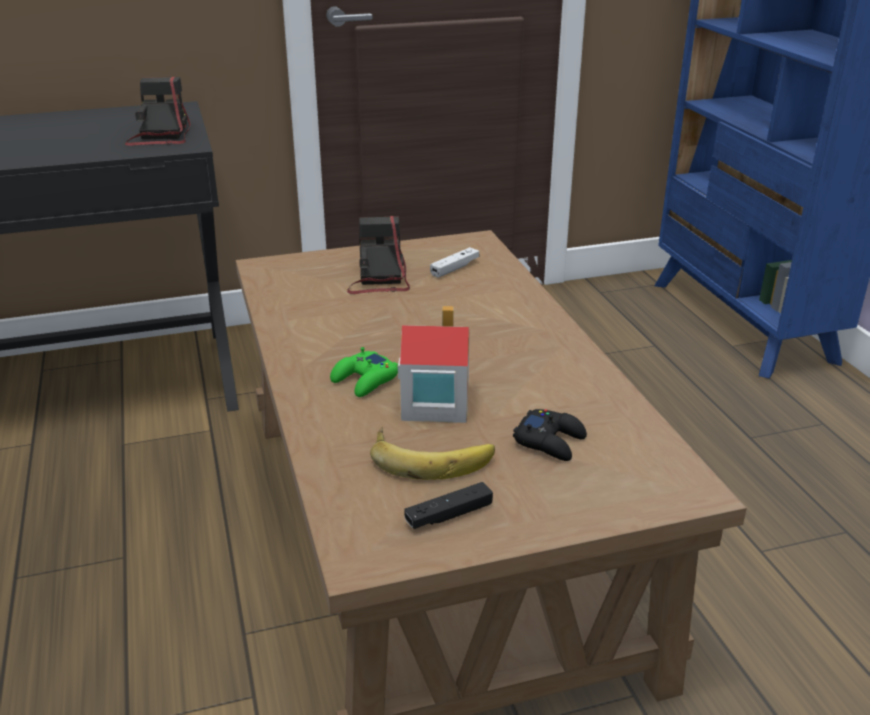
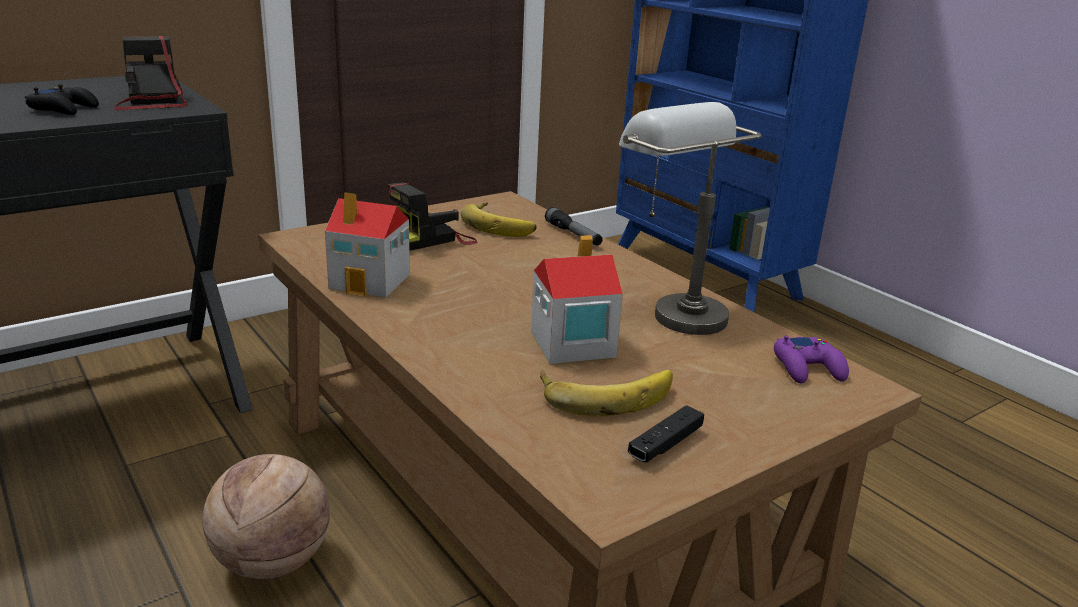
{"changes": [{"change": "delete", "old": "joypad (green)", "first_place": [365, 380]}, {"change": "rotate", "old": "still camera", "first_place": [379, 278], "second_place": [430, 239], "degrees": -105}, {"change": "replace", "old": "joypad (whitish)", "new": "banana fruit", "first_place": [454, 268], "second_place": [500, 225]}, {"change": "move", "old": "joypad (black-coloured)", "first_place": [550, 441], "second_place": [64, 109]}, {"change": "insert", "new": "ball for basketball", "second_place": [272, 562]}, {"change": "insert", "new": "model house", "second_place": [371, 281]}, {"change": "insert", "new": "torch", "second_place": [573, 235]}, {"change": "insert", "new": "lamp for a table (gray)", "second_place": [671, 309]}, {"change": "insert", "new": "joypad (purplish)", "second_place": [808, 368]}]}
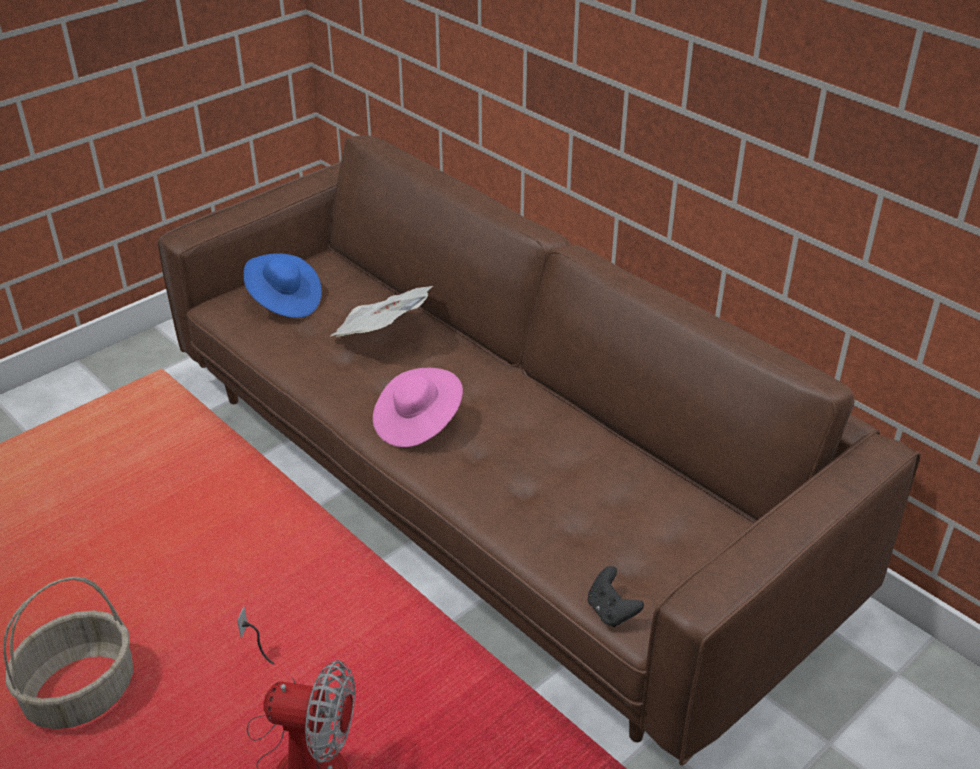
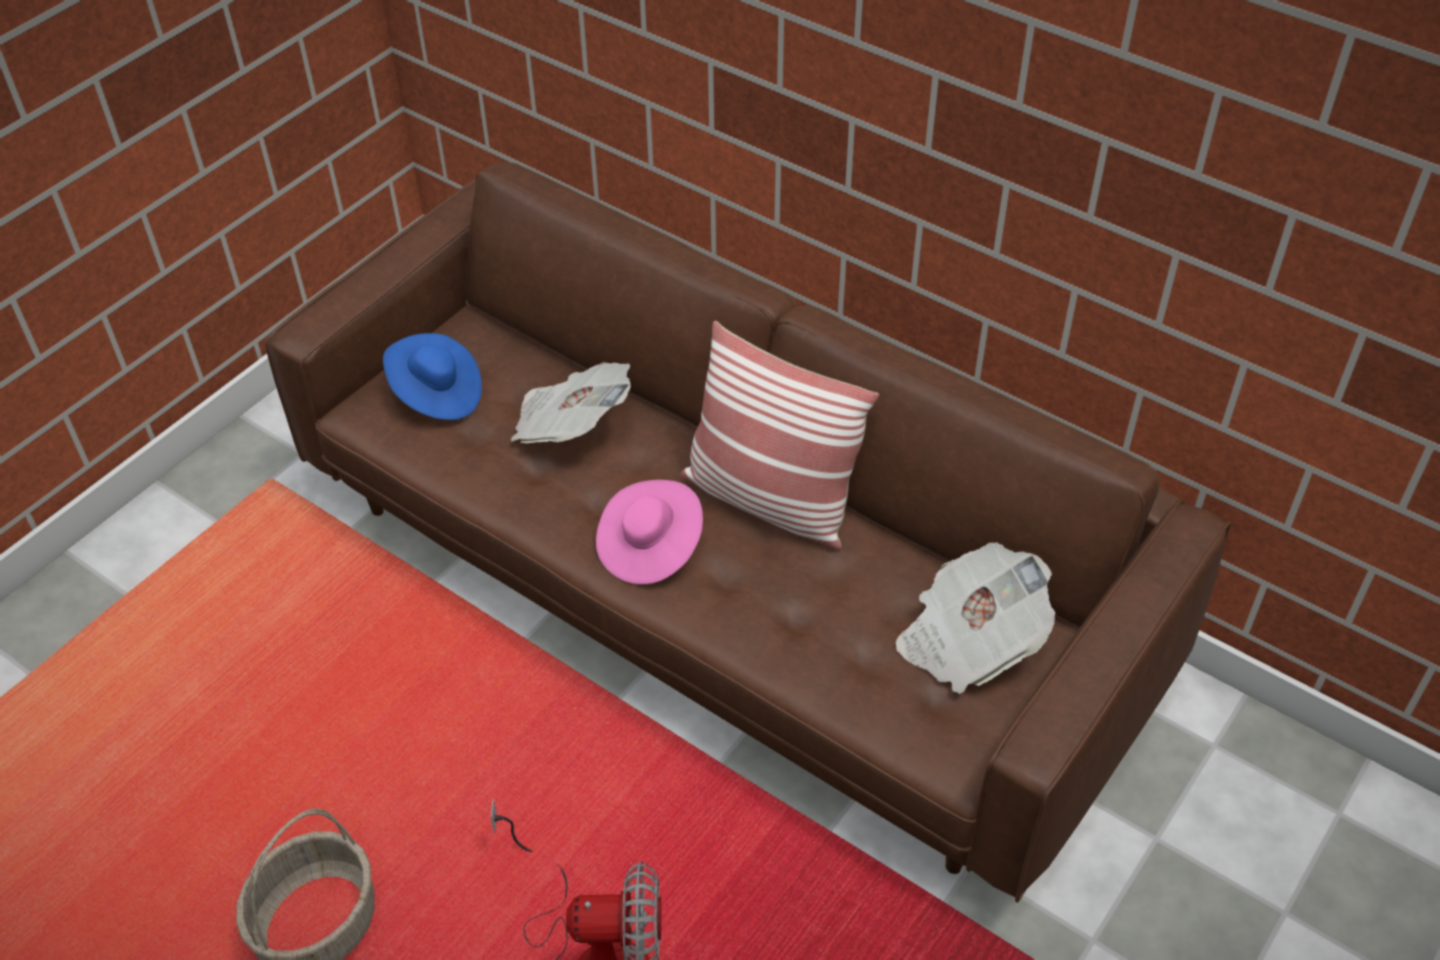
{"changes": [{"change": "delete", "old": "joypad (black-coloured)", "first_place": [611, 611]}, {"change": "insert", "new": "cushion", "second_place": [770, 499]}, {"change": "insert", "new": "printed paper", "second_place": [969, 640]}]}
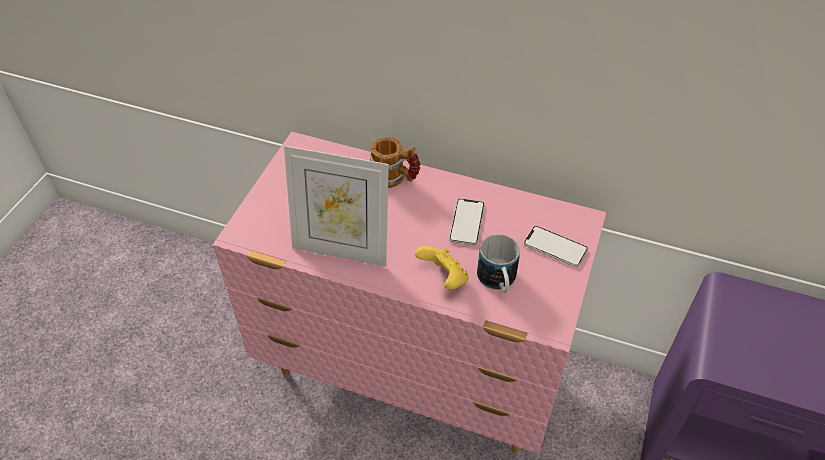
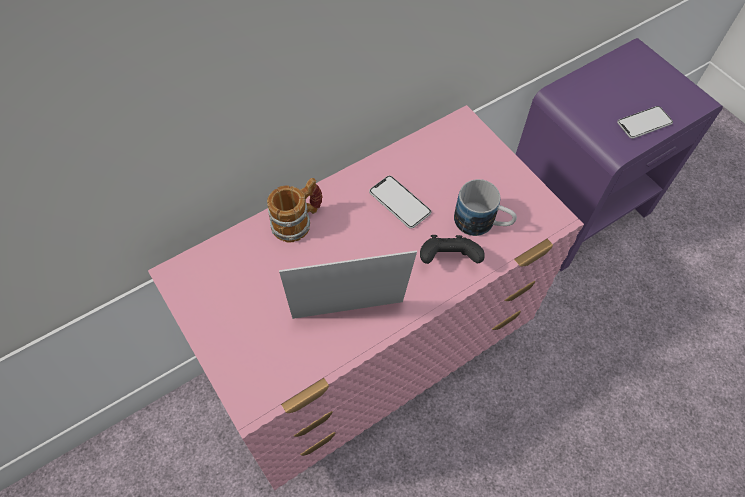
{"changes": [{"change": "rotate", "old": "picture frame", "first_place": [341, 249], "second_place": [349, 320], "degrees": -150}, {"change": "recolor", "old": "joypad (yellow)", "new": "joypad (black-coloured)", "first_place": [444, 278], "second_place": [448, 259]}, {"change": "move", "old": "handset", "first_place": [555, 247], "second_place": [644, 123]}]}
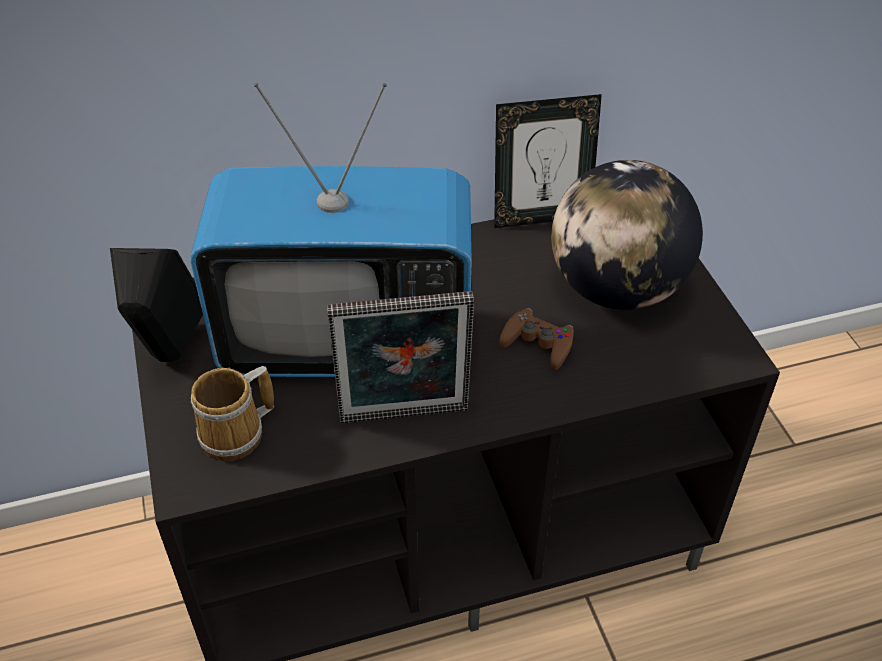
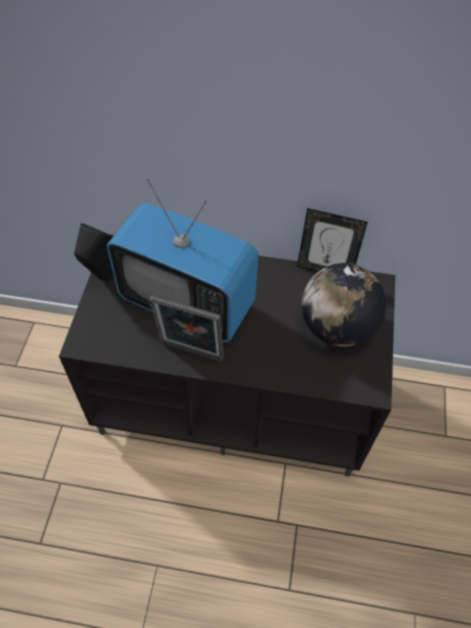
{"changes": [{"change": "delete", "old": "tea mug", "first_place": [236, 434]}, {"change": "delete", "old": "joypad (brown)", "first_place": [537, 343]}]}
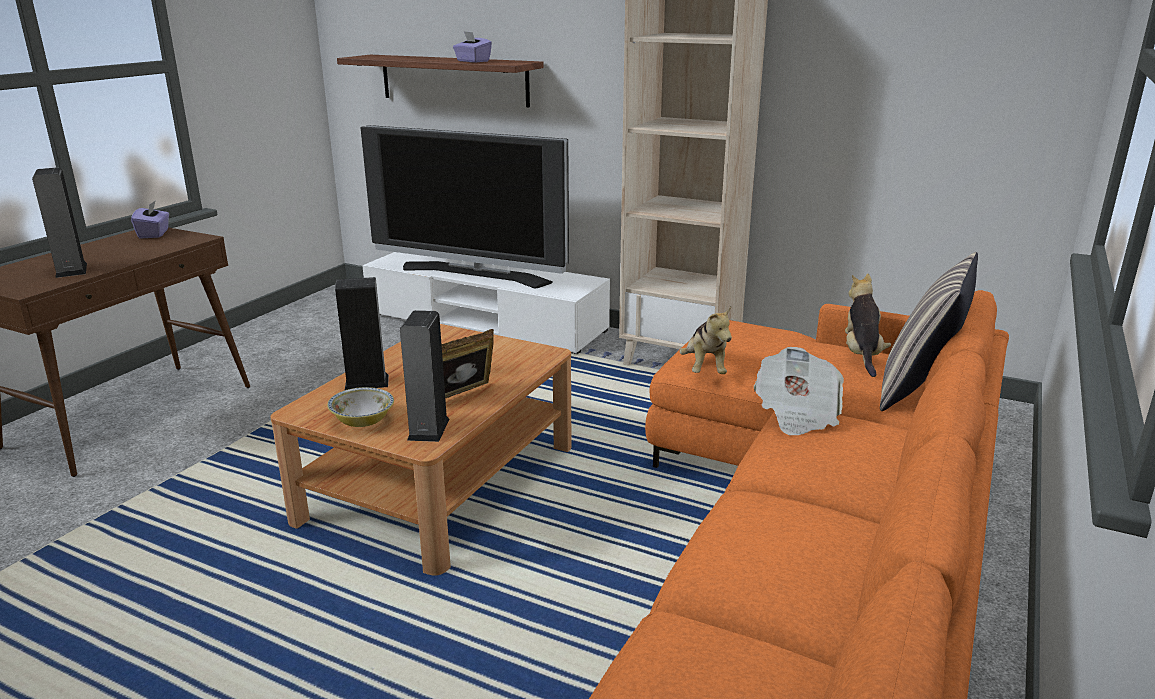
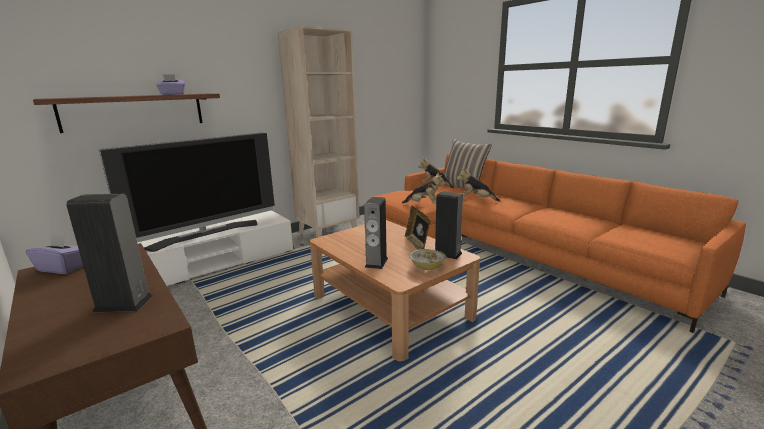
{"changes": [{"change": "replace", "old": "printed paper", "new": "plush toy", "first_place": [796, 414], "second_place": [476, 200]}]}
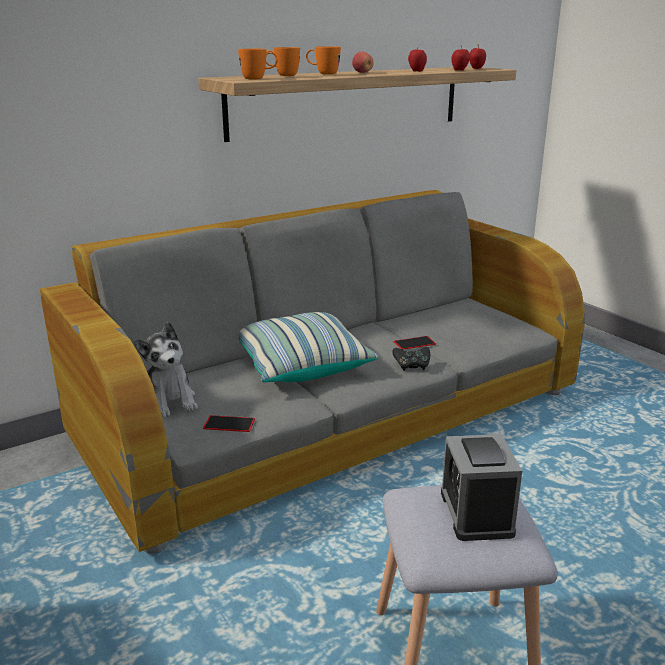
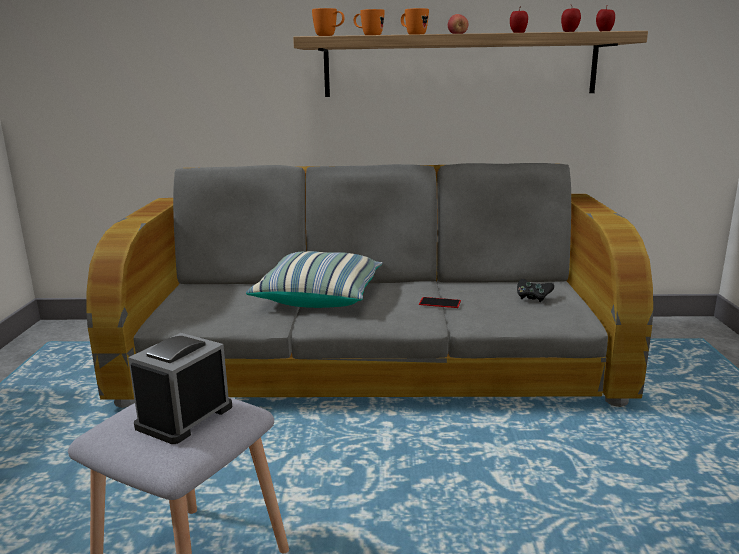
{"changes": [{"change": "delete", "old": "plush toy", "first_place": [168, 401]}, {"change": "delete", "old": "handset", "first_place": [229, 424]}, {"change": "move", "old": "joypad (black-coloured)", "first_place": [411, 366], "second_place": [533, 298]}]}
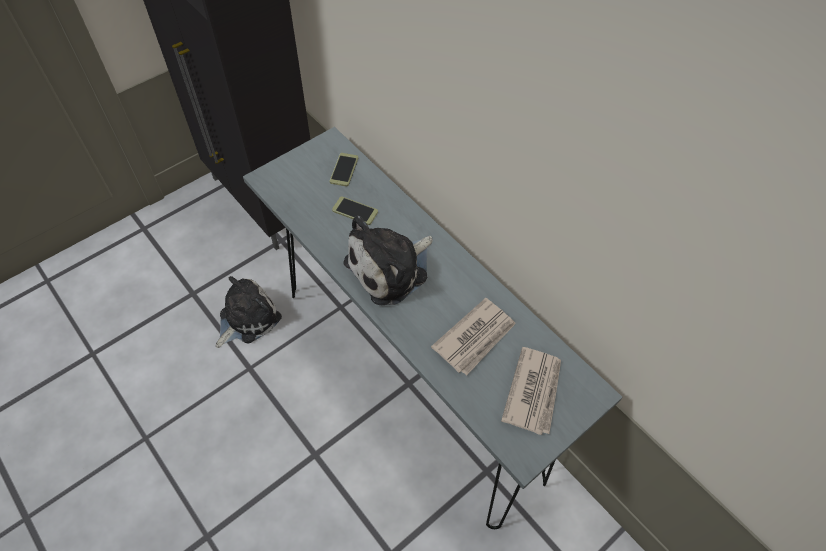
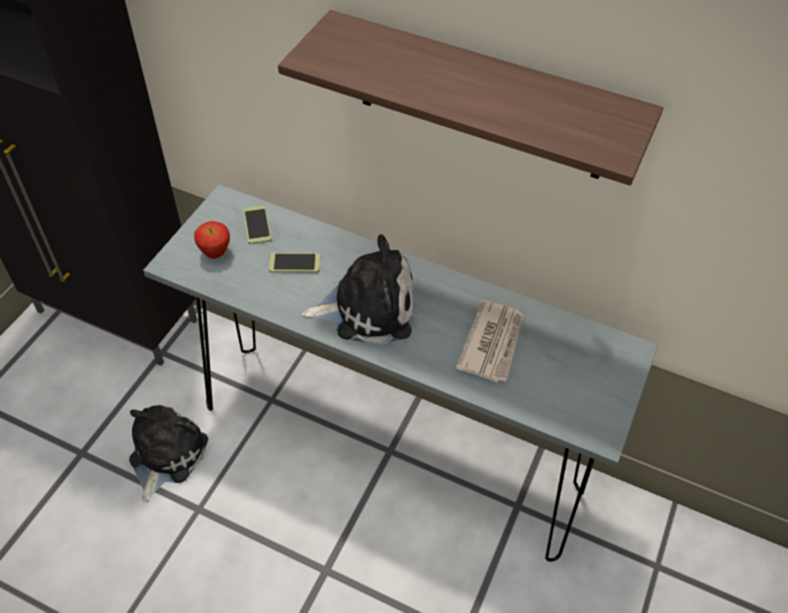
{"changes": [{"change": "rotate", "old": "plush toy", "first_place": [391, 268], "second_place": [367, 307], "degrees": -120}, {"change": "delete", "old": "printed paper", "first_place": [534, 391]}, {"change": "insert", "new": "whole apple", "second_place": [215, 254]}, {"change": "insert", "new": "wall shelf", "second_place": [482, 98]}]}
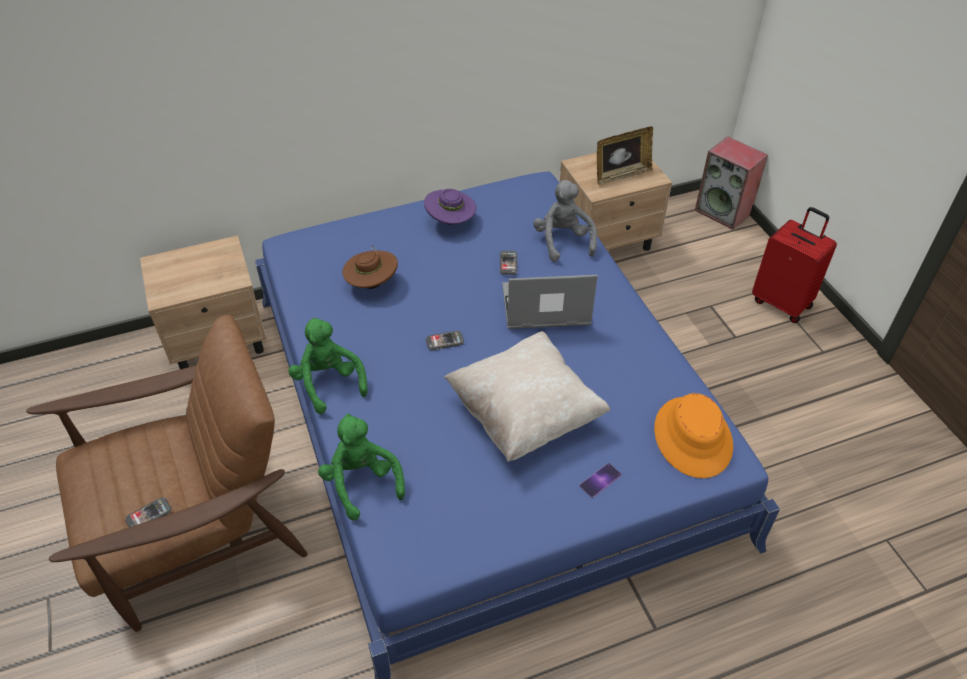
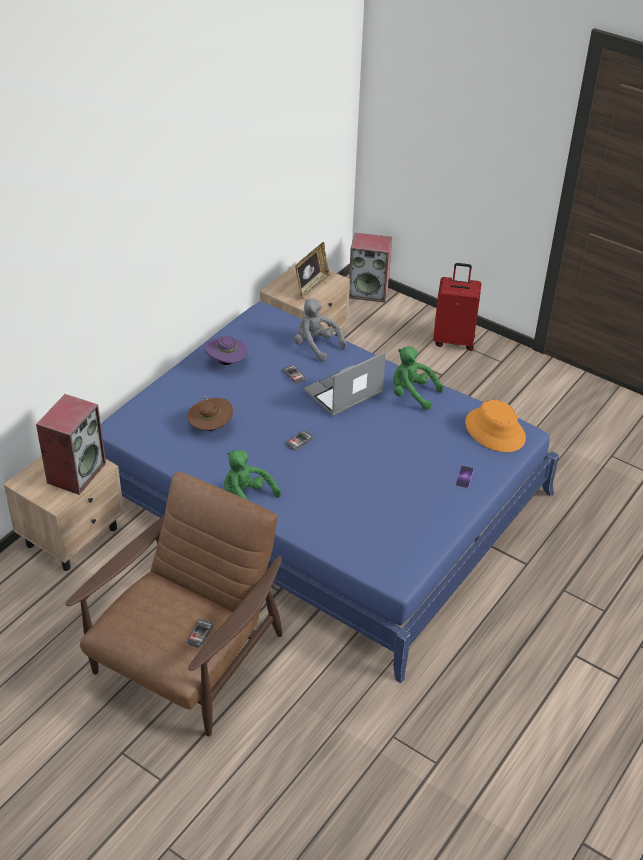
{"changes": [{"change": "move", "old": "plush toy (green)", "first_place": [362, 482], "second_place": [412, 394]}, {"change": "delete", "old": "cushion (beige-coloured)", "first_place": [525, 414]}, {"change": "insert", "new": "speaker", "second_place": [76, 472]}]}
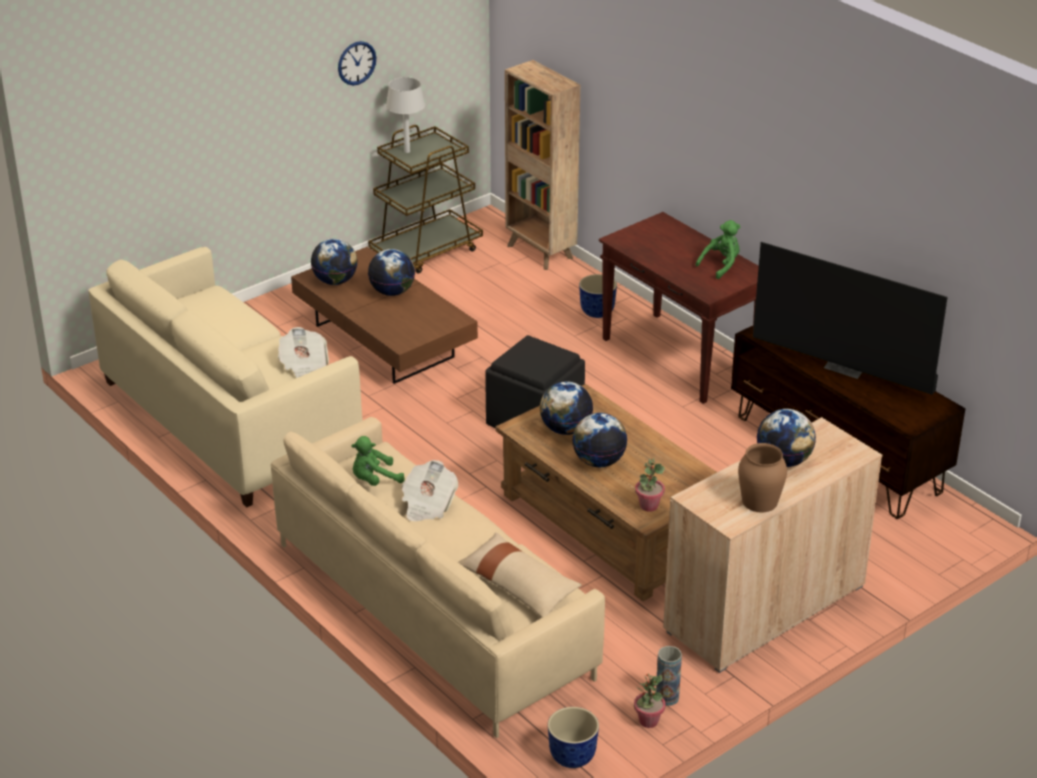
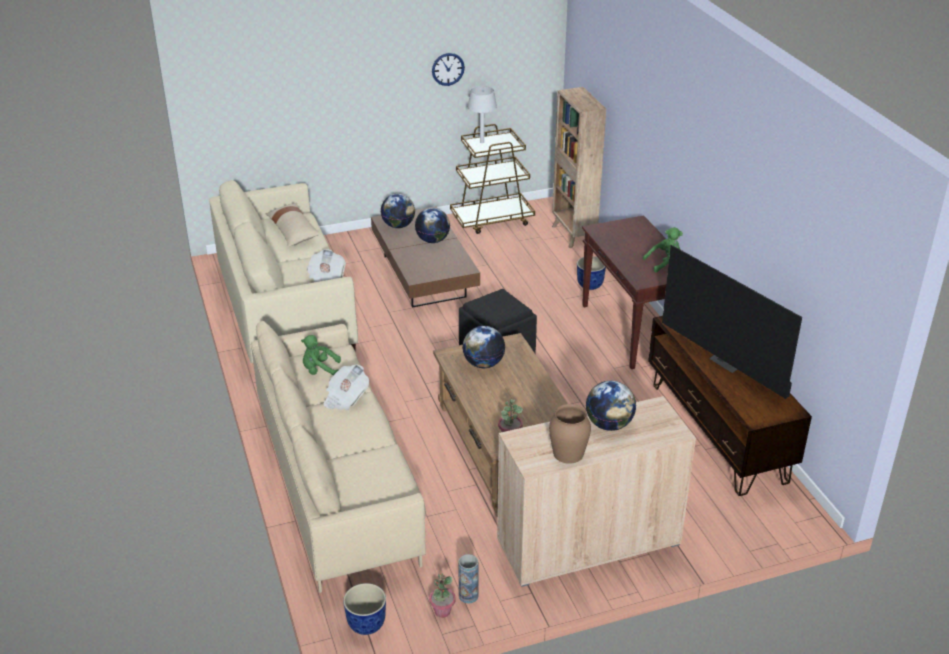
{"changes": [{"change": "move", "old": "cushion (beige-coloured)", "first_place": [518, 585], "second_place": [293, 231]}, {"change": "delete", "old": "world globe", "first_place": [599, 461]}]}
